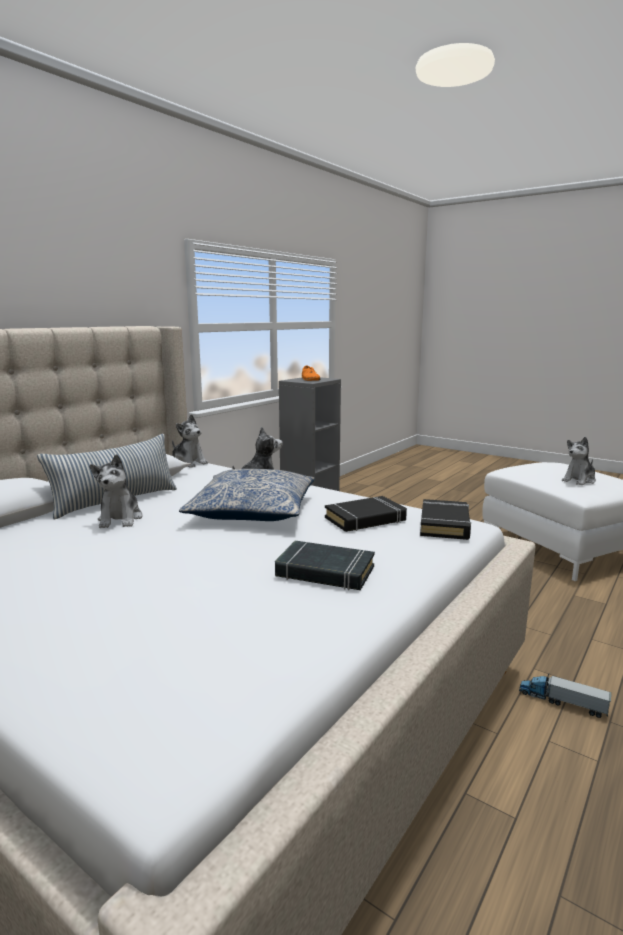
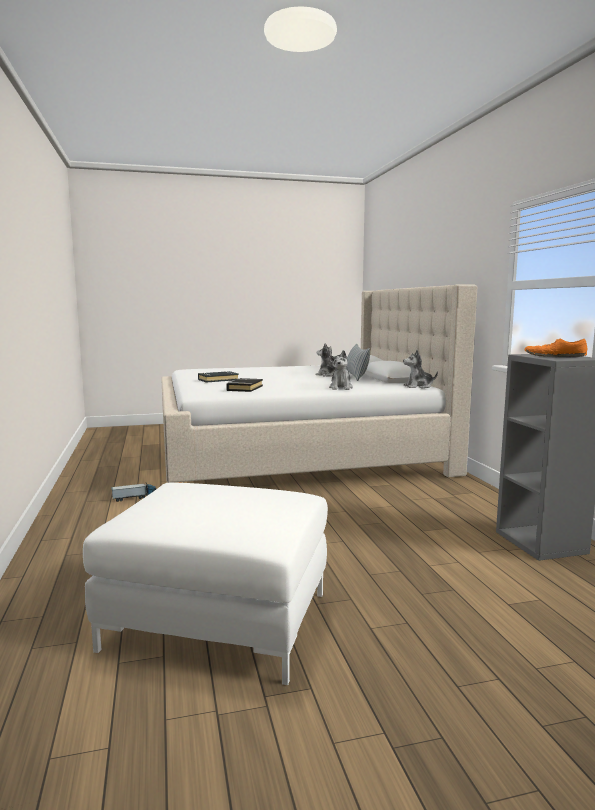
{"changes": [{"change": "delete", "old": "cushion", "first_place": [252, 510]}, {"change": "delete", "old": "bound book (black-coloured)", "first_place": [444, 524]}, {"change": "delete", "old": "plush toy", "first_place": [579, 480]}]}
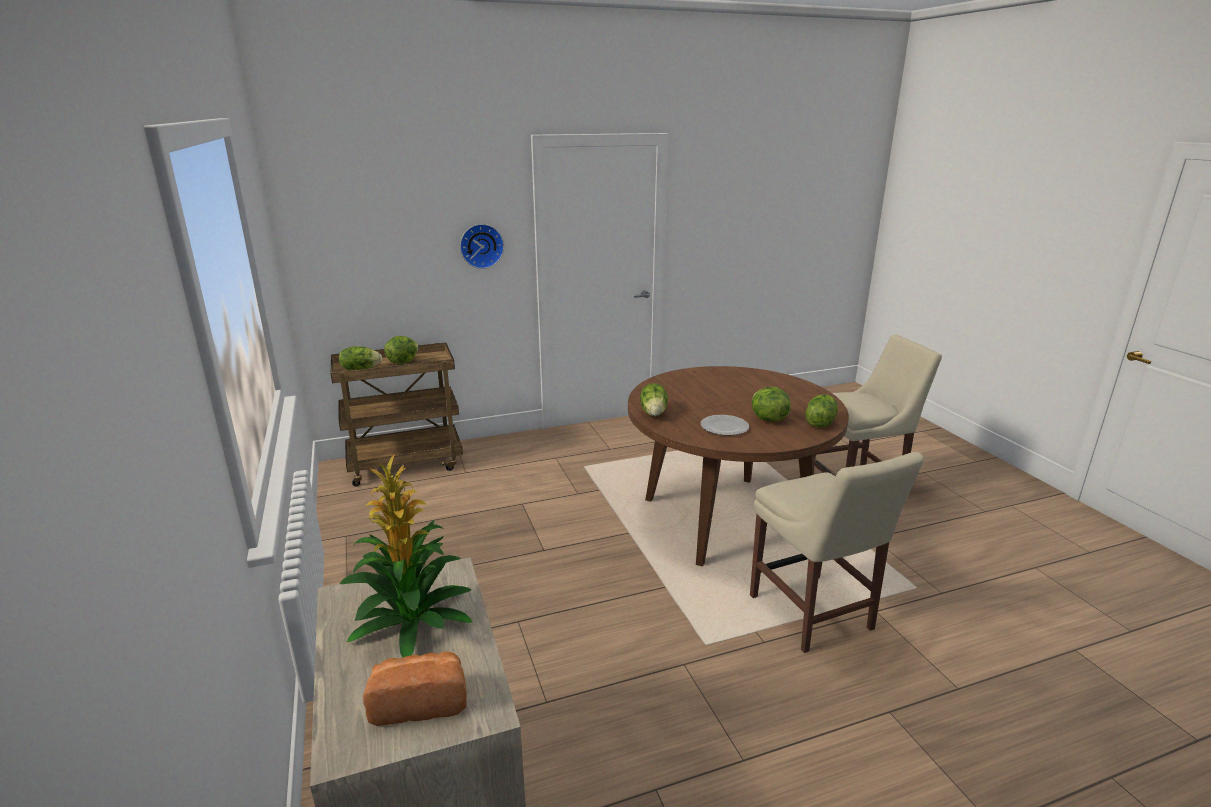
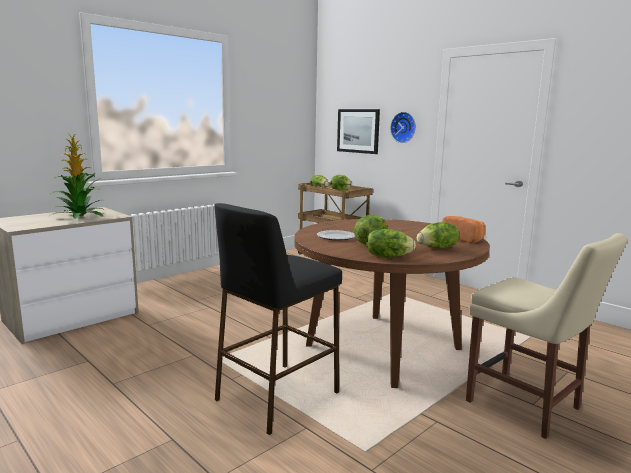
{"changes": [{"change": "move", "old": "bakery bread", "first_place": [420, 701], "second_place": [464, 239]}, {"change": "move", "old": "lettuce", "first_place": [654, 413], "second_place": [437, 248]}, {"change": "replace", "old": "upright chair (beige-coloured)", "new": "stool (black-coloured)", "first_place": [813, 616], "second_place": [277, 396]}, {"change": "insert", "new": "wall art", "second_place": [358, 131]}]}
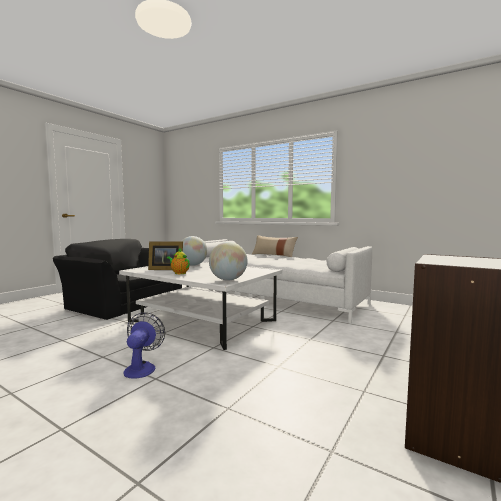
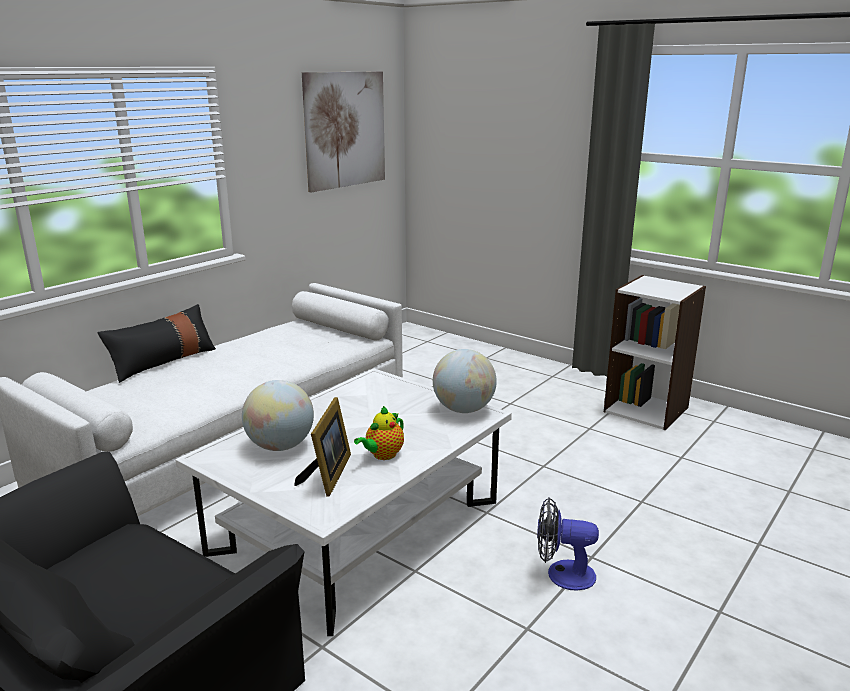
{"changes": [{"change": "recolor", "old": "cushion (beige-coloured)", "new": "cushion (black-coloured)", "first_place": [273, 255], "second_place": [163, 362]}, {"change": "insert", "new": "wall art", "second_place": [345, 130]}]}
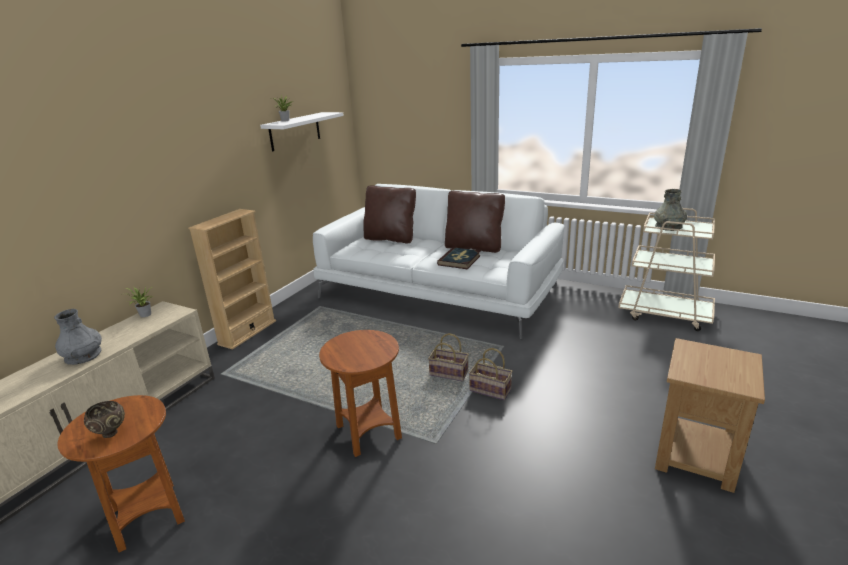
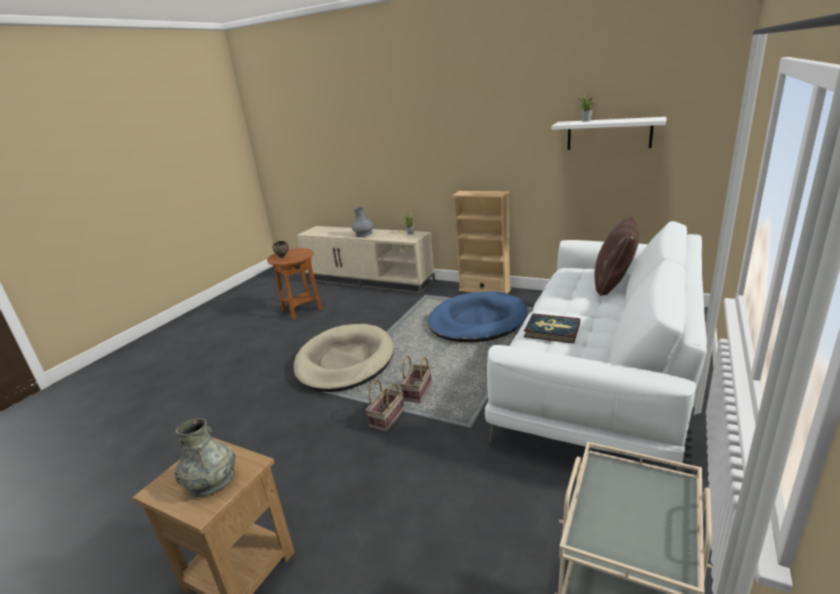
{"changes": [{"change": "replace", "old": "end table (brown)", "new": "pet bed (beige-coloured)", "first_place": [369, 432], "second_place": [345, 361]}, {"change": "delete", "old": "cushion (brown)", "first_place": [474, 247]}, {"change": "move", "old": "flower vase (gray)", "first_place": [668, 227], "second_place": [211, 481]}, {"change": "insert", "new": "pet bed (bluish)", "second_place": [477, 321]}]}
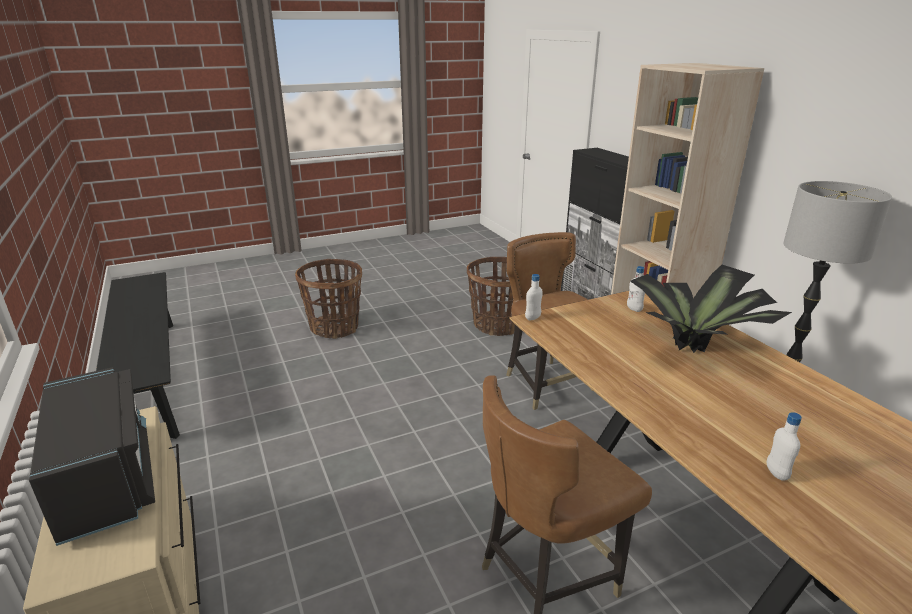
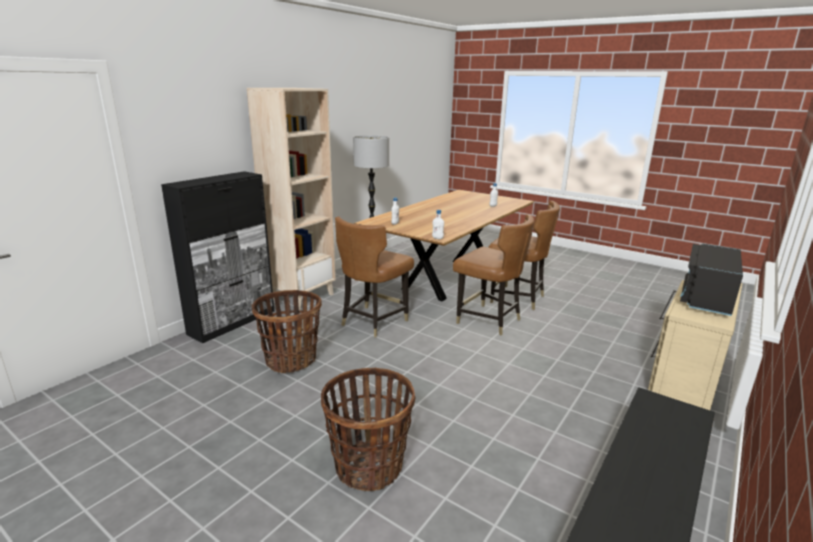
{"changes": [{"change": "delete", "old": "plant in a pot", "first_place": [698, 345]}, {"change": "insert", "new": "upright chair (brown)", "second_place": [489, 320]}]}
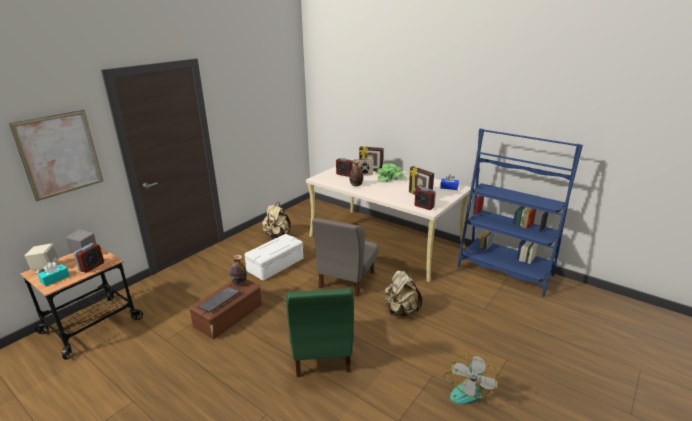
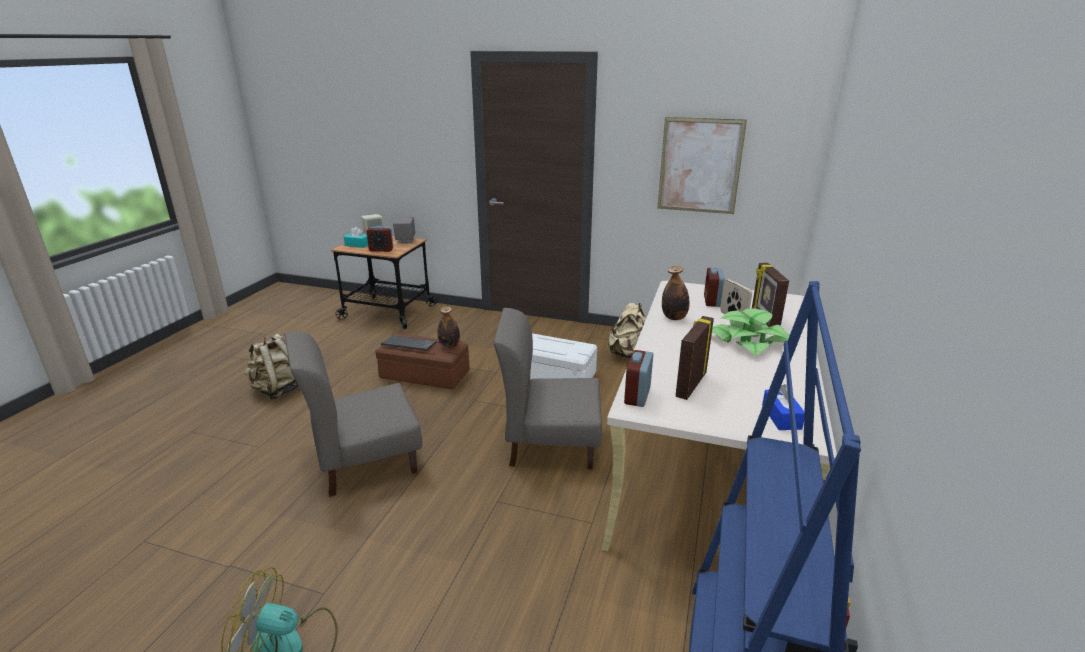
{"changes": [{"change": "move", "old": "wall art", "first_place": [60, 154], "second_place": [700, 166]}, {"change": "recolor", "old": "upright chair (green)", "new": "upright chair (gray)", "first_place": [322, 353], "second_place": [365, 462]}, {"change": "move", "old": "backpack (beige-coloured)", "first_place": [401, 311], "second_place": [278, 390]}]}
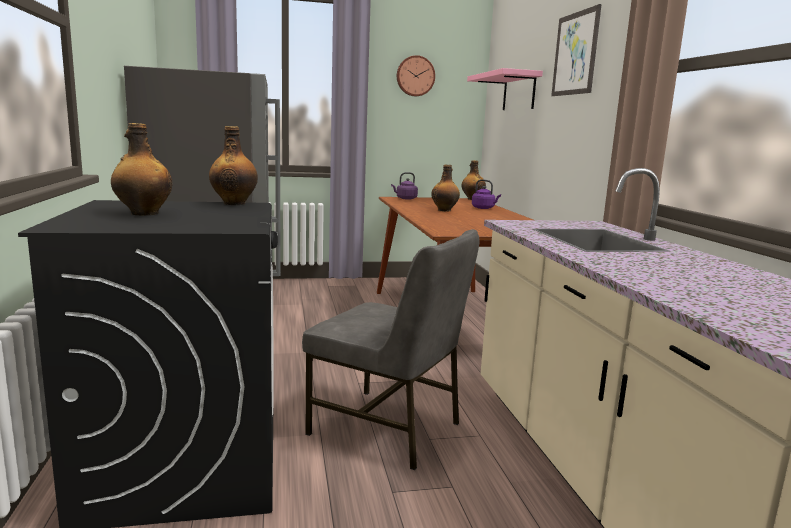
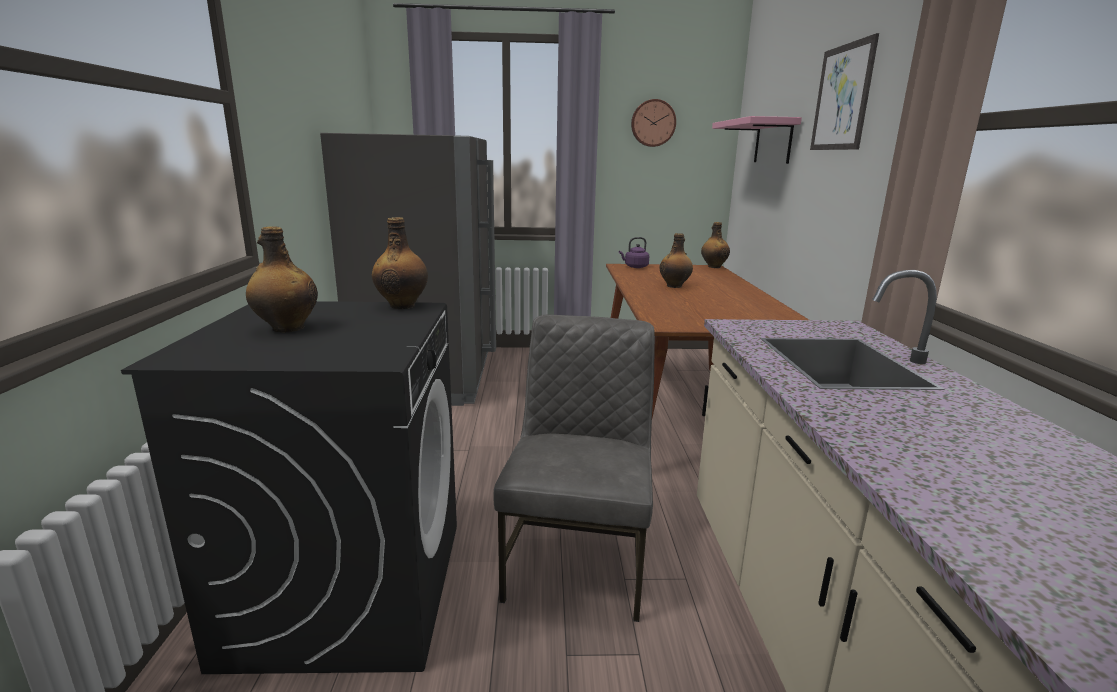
{"changes": [{"change": "rotate", "old": "upright chair (gray)", "first_place": [388, 428], "second_place": [579, 559], "degrees": -120}, {"change": "delete", "old": "water kettle (purplish)", "first_place": [484, 208]}]}
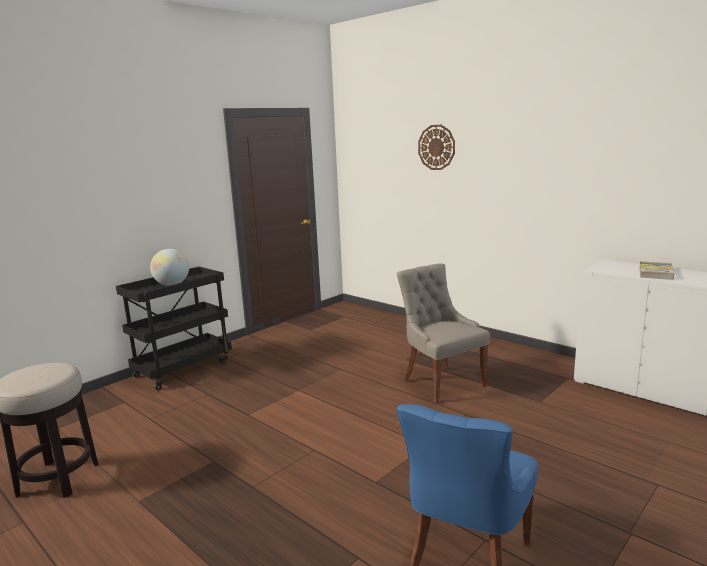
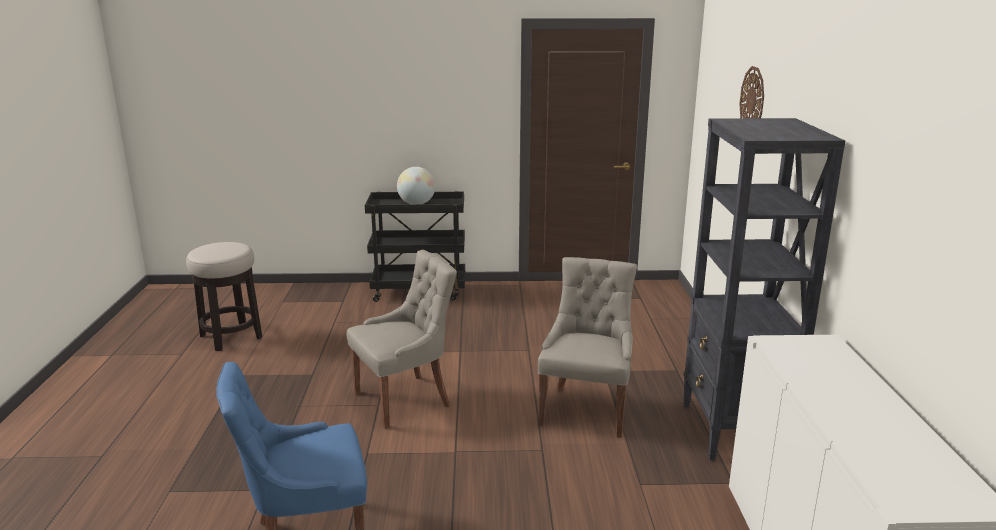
{"changes": [{"change": "delete", "old": "bound book", "first_place": [655, 273]}, {"change": "insert", "new": "upright chair (gray)", "second_place": [405, 399]}, {"change": "insert", "new": "shelving unit (black-coloured)", "second_place": [733, 431]}]}
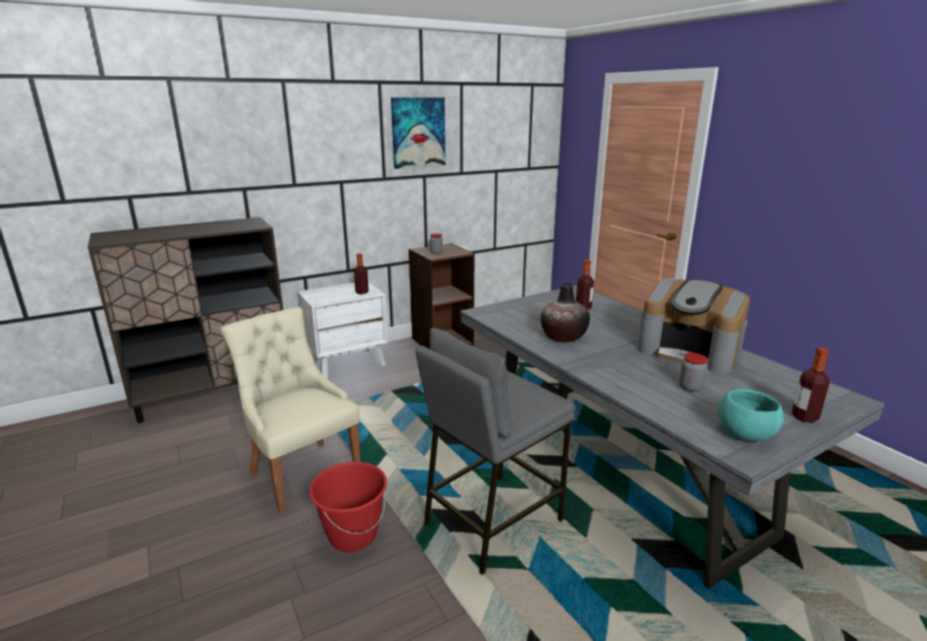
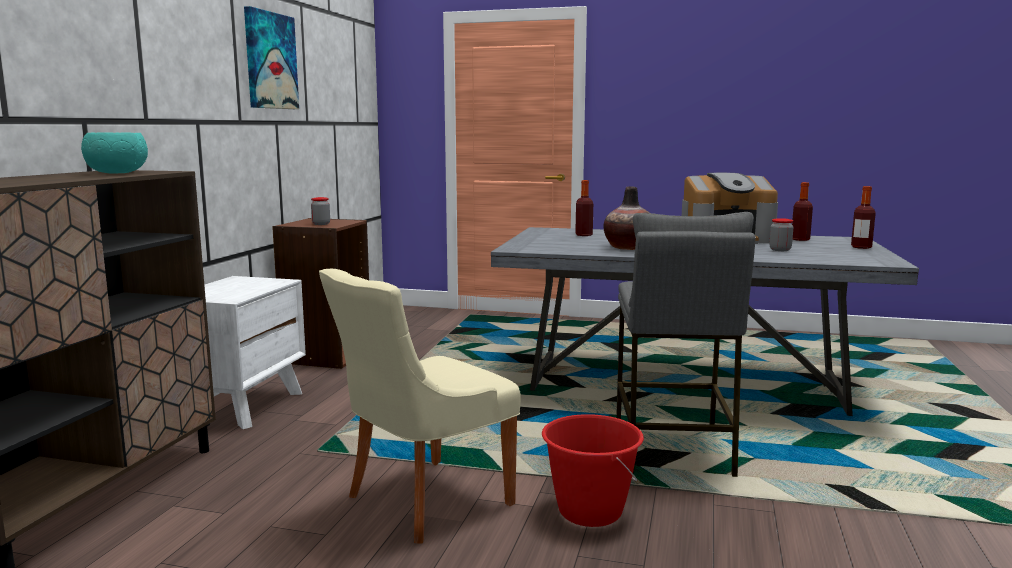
{"changes": [{"change": "rotate", "old": "upright chair (beige-coloured)", "first_place": [302, 473], "second_place": [423, 501], "degrees": -45}, {"change": "move", "old": "beverage bottle", "first_place": [362, 292], "second_place": [800, 239]}, {"change": "move", "old": "bowl (turquoise)", "first_place": [745, 434], "second_place": [117, 173]}]}
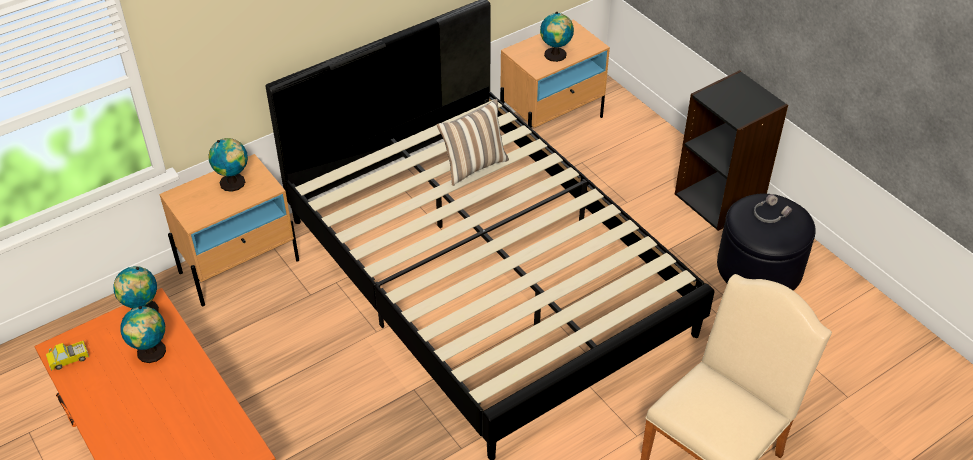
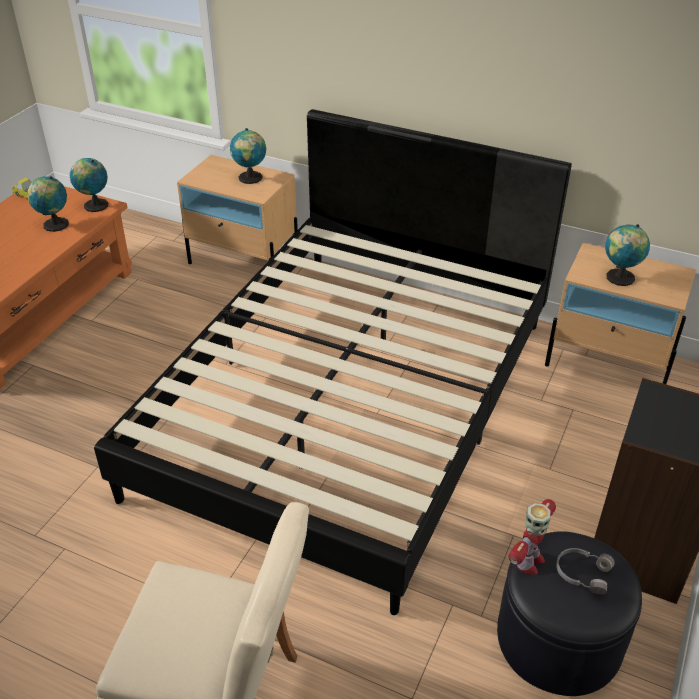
{"changes": [{"change": "delete", "old": "cushion", "first_place": [473, 166]}, {"change": "insert", "new": "model robot", "second_place": [528, 562]}]}
